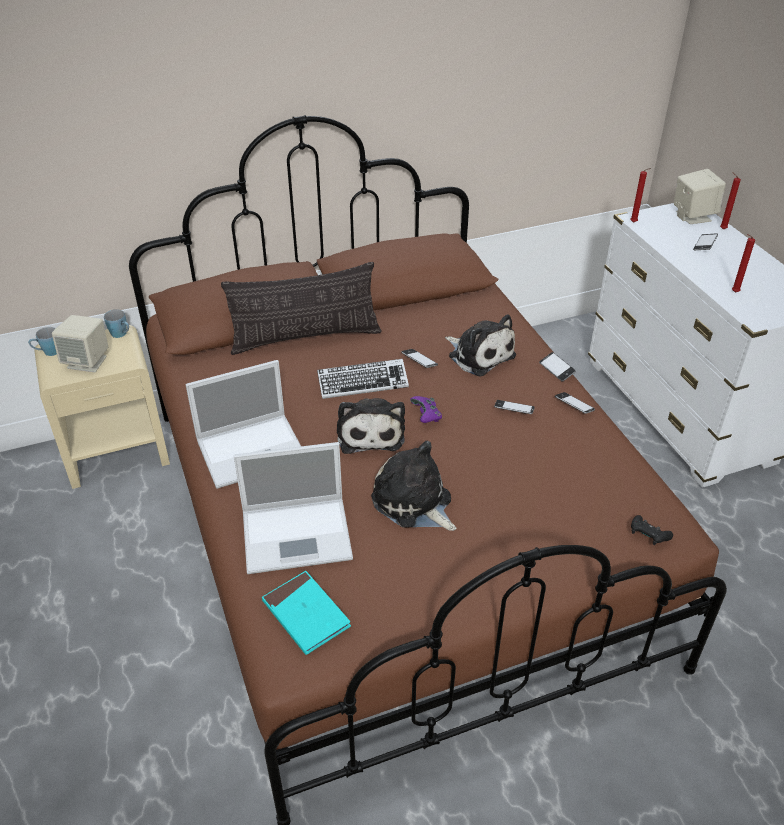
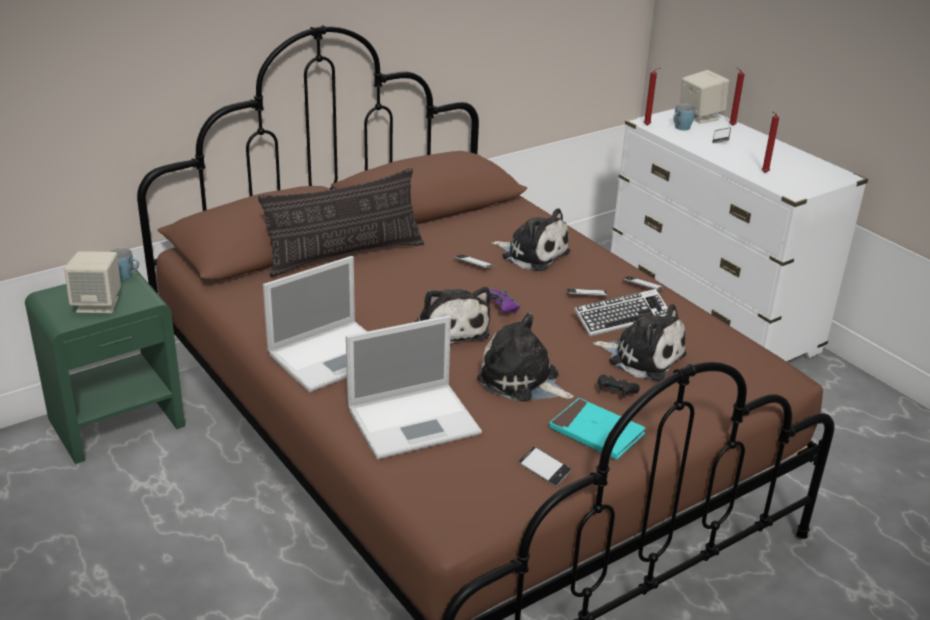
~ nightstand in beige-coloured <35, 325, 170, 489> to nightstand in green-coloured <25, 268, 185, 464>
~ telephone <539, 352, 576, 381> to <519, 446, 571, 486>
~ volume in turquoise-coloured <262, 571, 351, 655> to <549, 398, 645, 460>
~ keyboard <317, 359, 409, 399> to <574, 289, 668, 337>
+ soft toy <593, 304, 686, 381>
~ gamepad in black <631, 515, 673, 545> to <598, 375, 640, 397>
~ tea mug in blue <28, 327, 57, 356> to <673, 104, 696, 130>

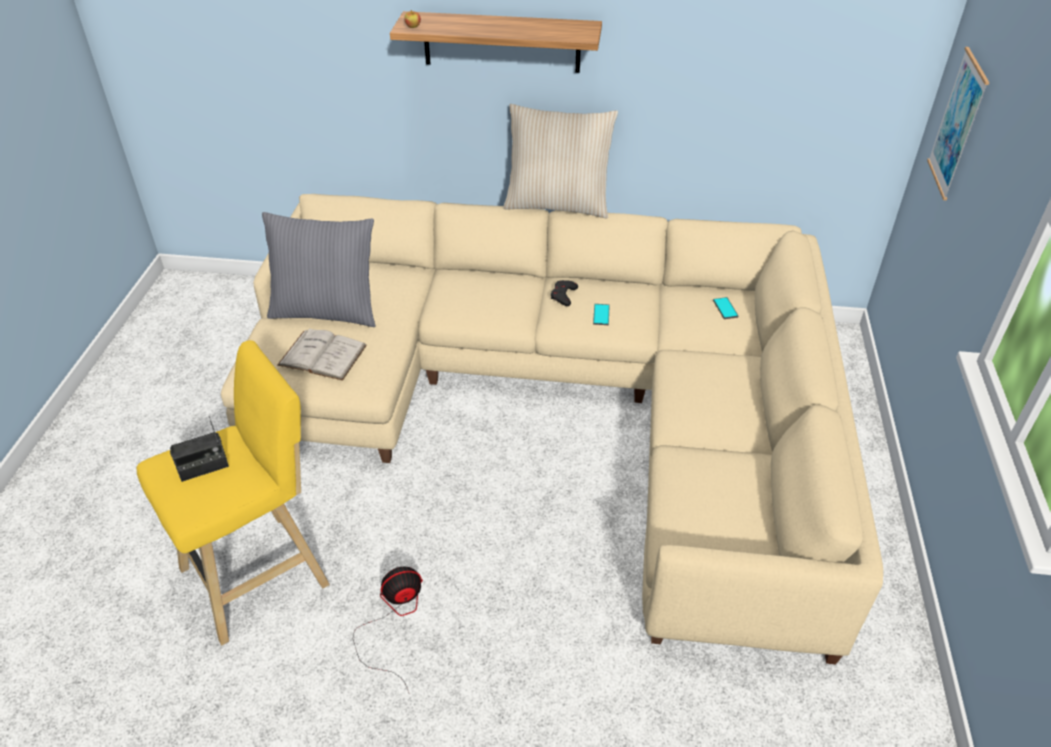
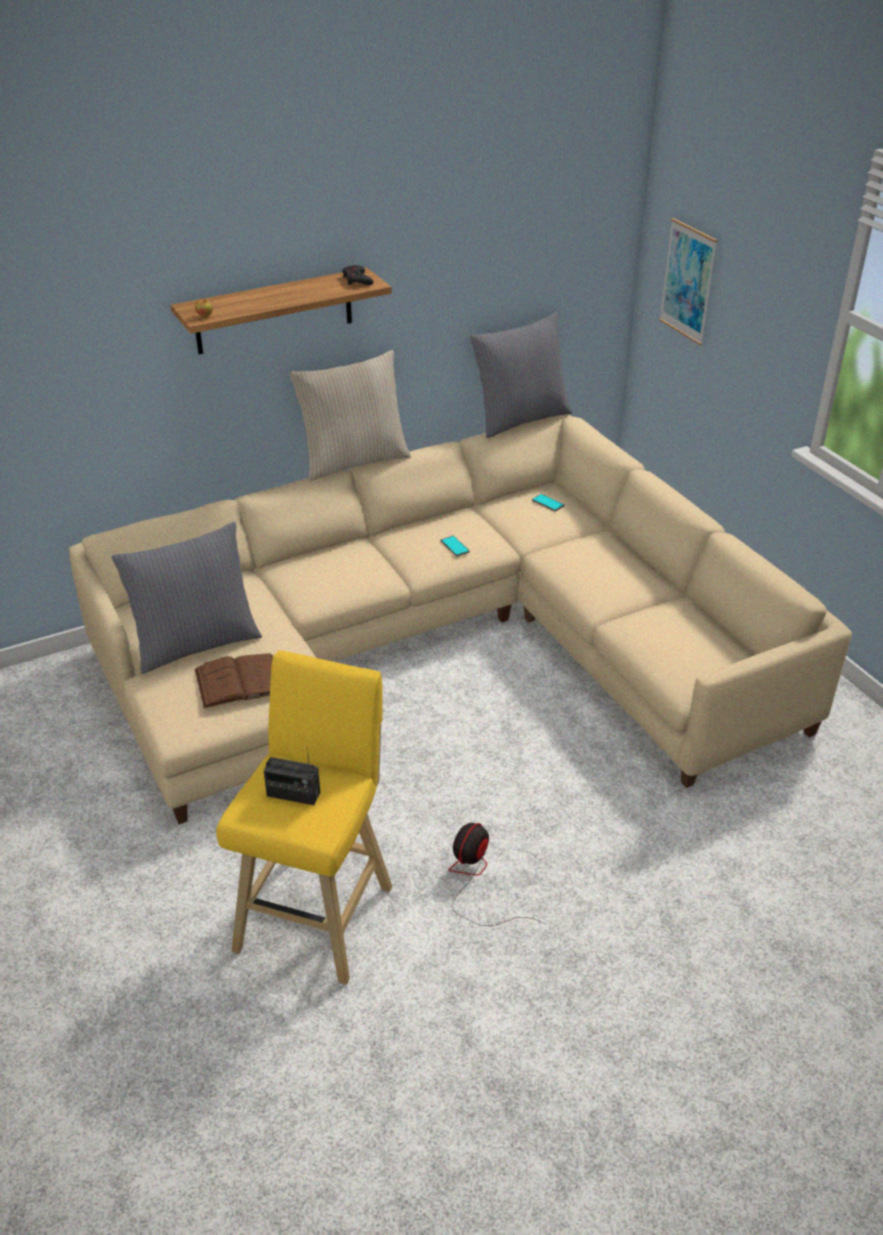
~ volume in white-coloured <277, 329, 367, 380> to volume in brownish <195, 653, 273, 708>
~ radio <170, 416, 229, 482> = <264, 747, 320, 805> 75 degrees clockwise
~ gamepad in black <551, 280, 578, 306> to <342, 265, 374, 285>
+ pillow in gray <470, 312, 572, 438>

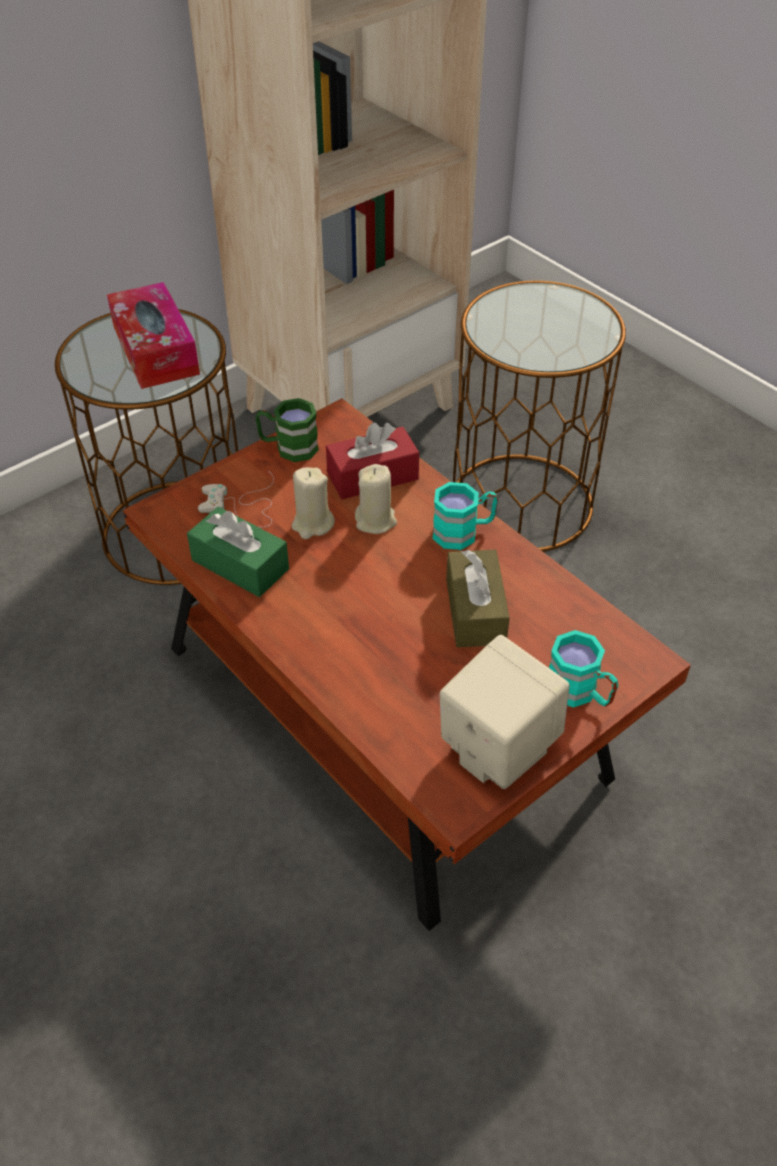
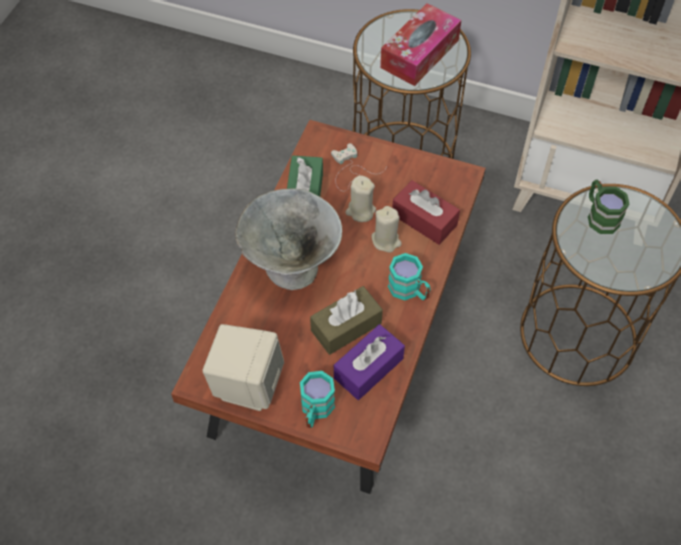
+ bowl in gray <235, 188, 342, 290>
+ tissue holder in purplish <334, 324, 405, 400>
~ tea mug in green-coloured <256, 398, 319, 462> to <588, 180, 629, 234>

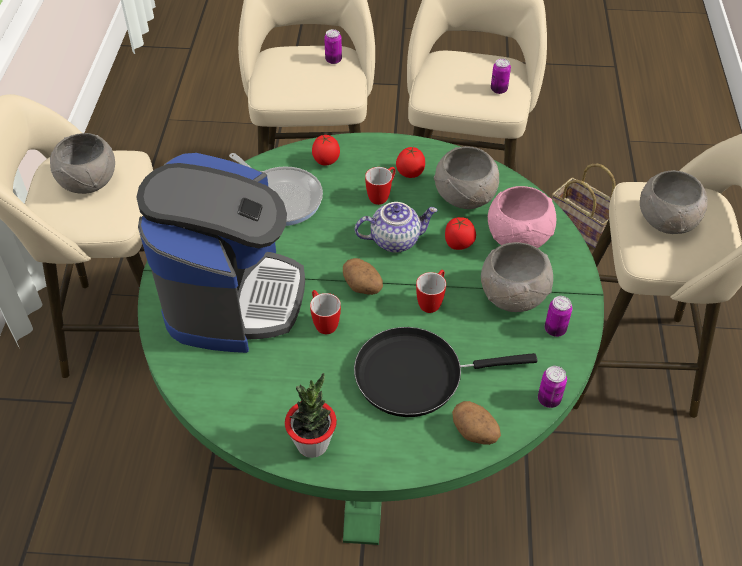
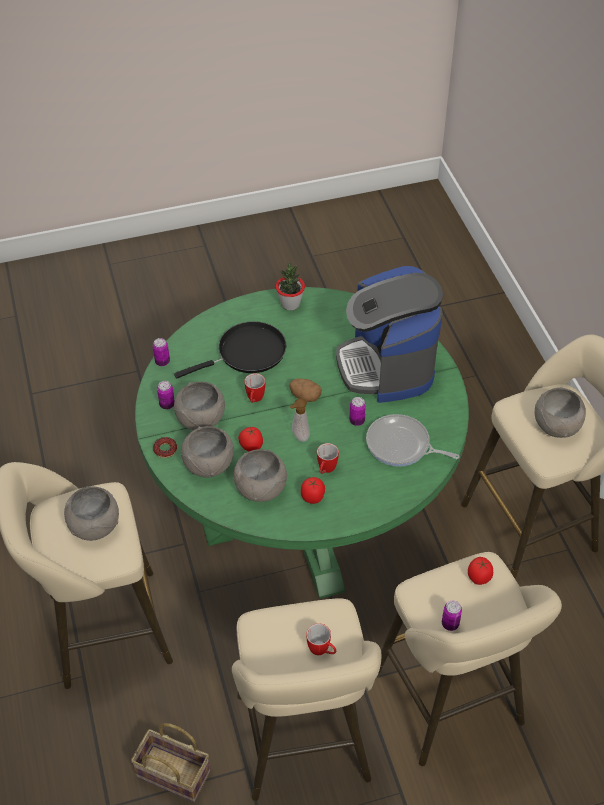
+ donut <153, 437, 177, 458>
~ bowl in pinkish <488, 186, 556, 248> to bowl in gray <181, 426, 234, 478>
~ tea pot <355, 202, 438, 253> to soap bottle <289, 398, 310, 442>
~ tea mug <310, 290, 341, 334> to <306, 623, 336, 655>
~ can <491, 58, 511, 94> to <349, 397, 366, 426>
~ tomato <312, 135, 340, 165> to <468, 557, 493, 585>
- spud <452, 401, 501, 445>

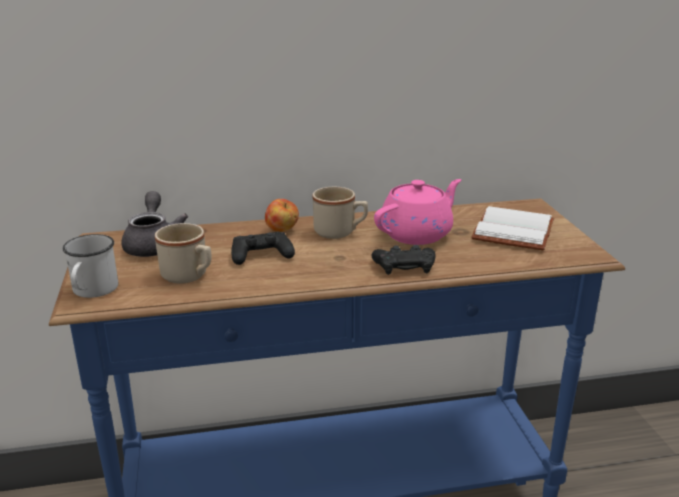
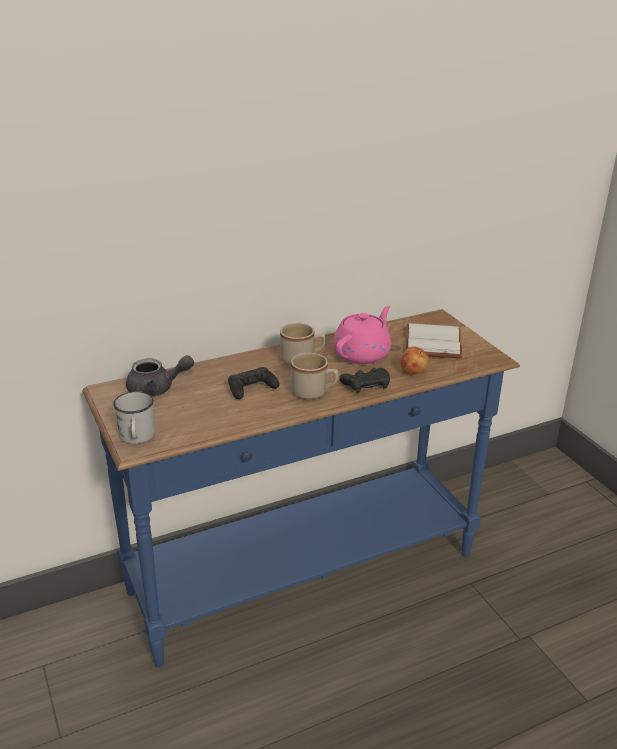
~ tea pot in gray <121, 191, 188, 257> = <126, 355, 194, 397> 105 degrees clockwise
~ tea mug in beige-coloured <155, 223, 211, 284> to <291, 353, 338, 400>
~ whole apple <265, 199, 299, 232> to <400, 346, 429, 375>

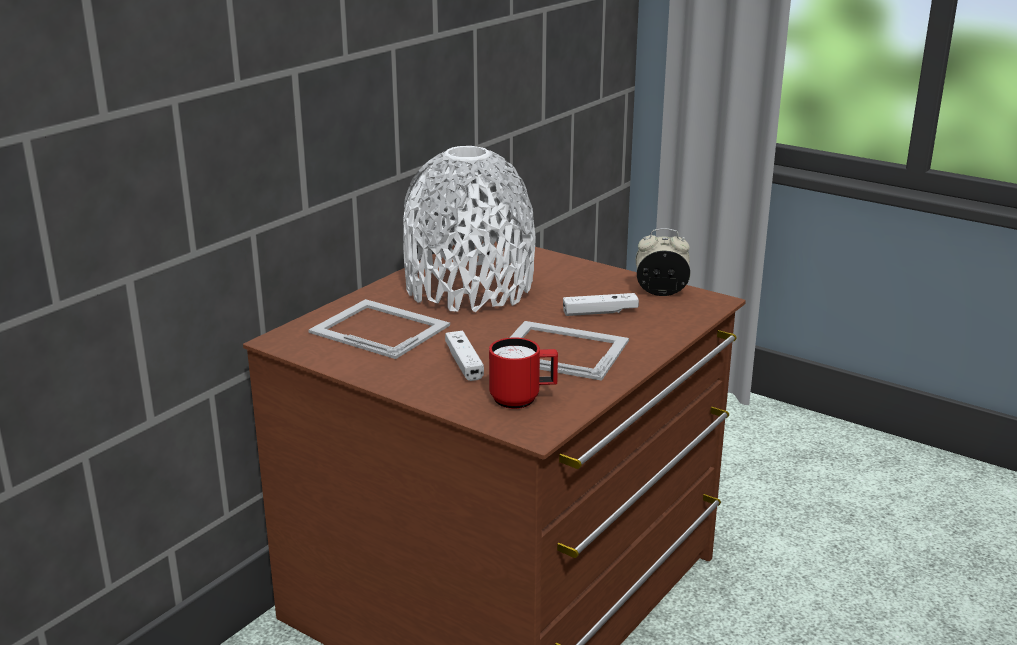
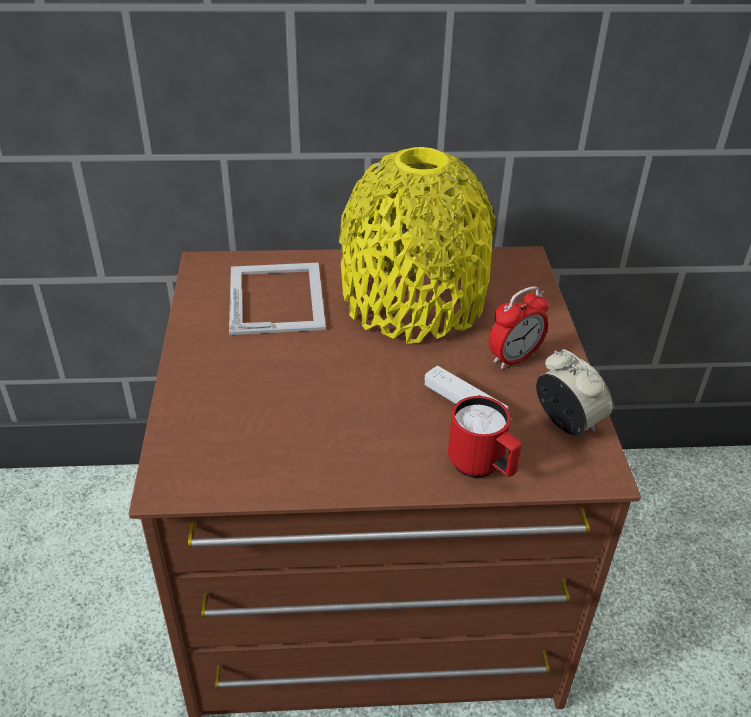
~ decorative vase in white-coloured <403, 146, 536, 312> to decorative vase in yellow-coloured <339, 147, 496, 344>
~ tea mug in red-coloured <489, 337, 558, 409> to <448, 396, 522, 478>
+ alarm clock <489, 286, 549, 369>
- gamepad in white-coloured <445, 331, 484, 381>
- standing frame <510, 321, 629, 381>

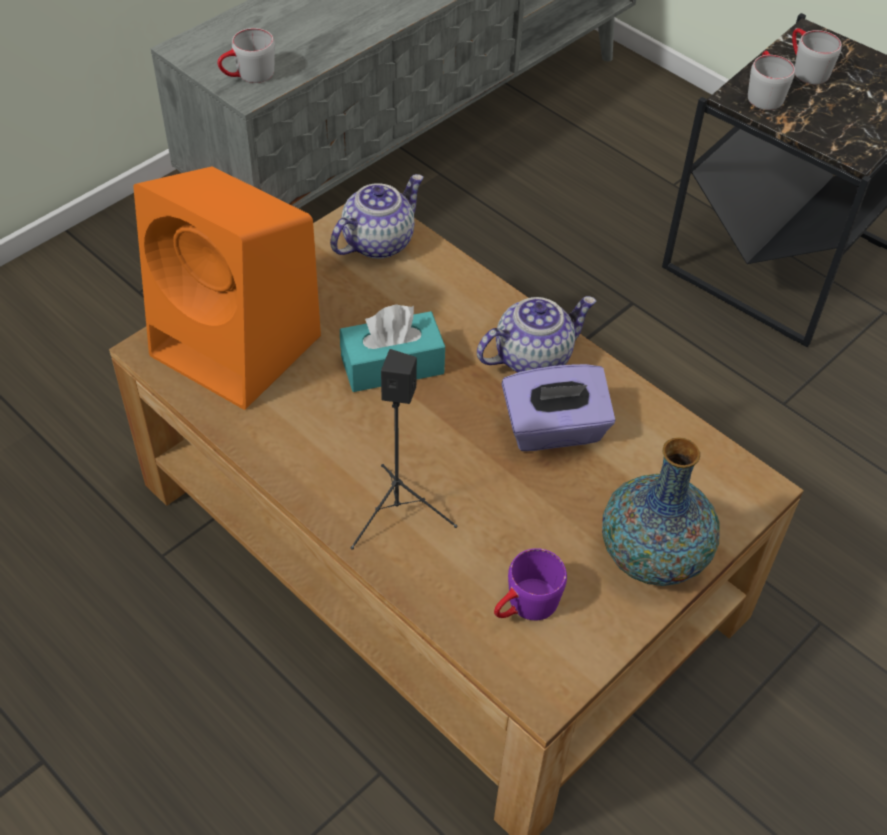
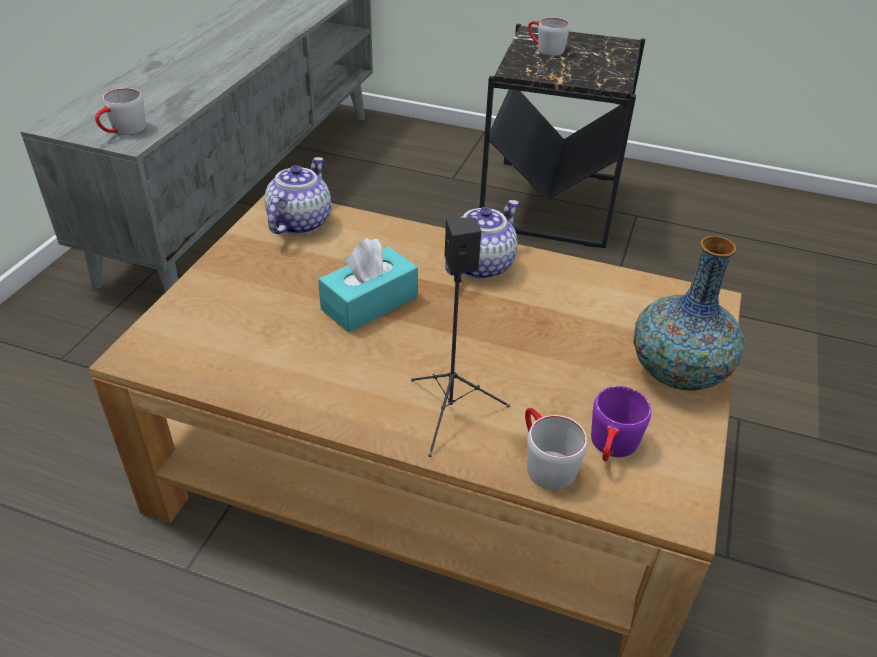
~ tea mug in gray <748, 51, 795, 110> to <525, 408, 587, 490>
- loudspeaker in orangey <133, 167, 321, 410>
- tissue holder in purplish <502, 364, 615, 451>

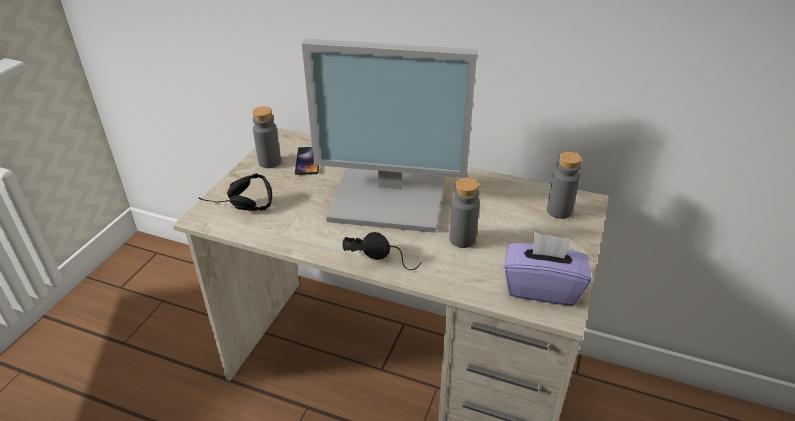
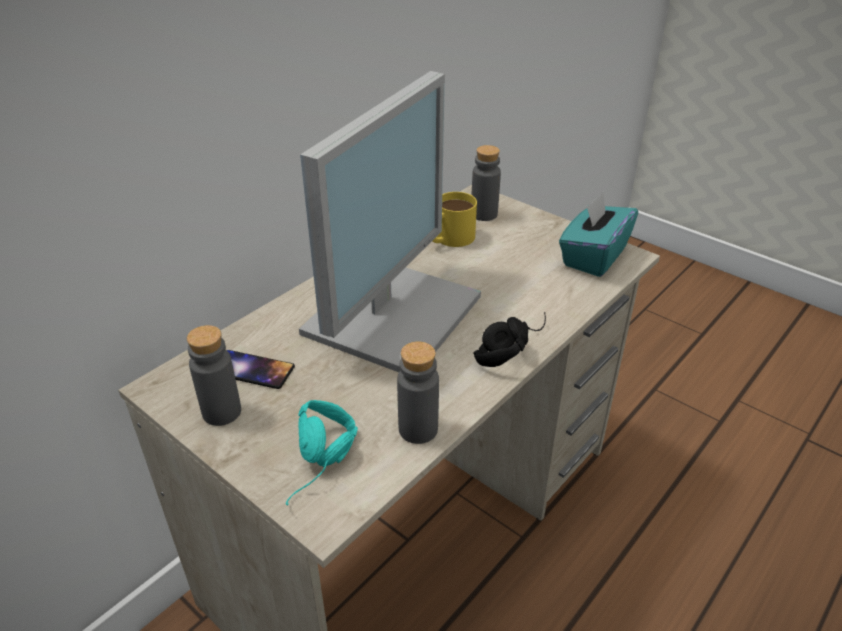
~ pair of headphones in black <198, 173, 272, 211> to pair of headphones in turquoise-coloured <286, 400, 358, 505>
~ beverage bottle in gray <450, 178, 480, 248> to <397, 341, 439, 444>
+ tea mug in yellow-coloured <432, 192, 477, 247>
~ tissue holder in purplish <504, 232, 591, 306> to tissue holder in turquoise-coloured <559, 192, 638, 277>

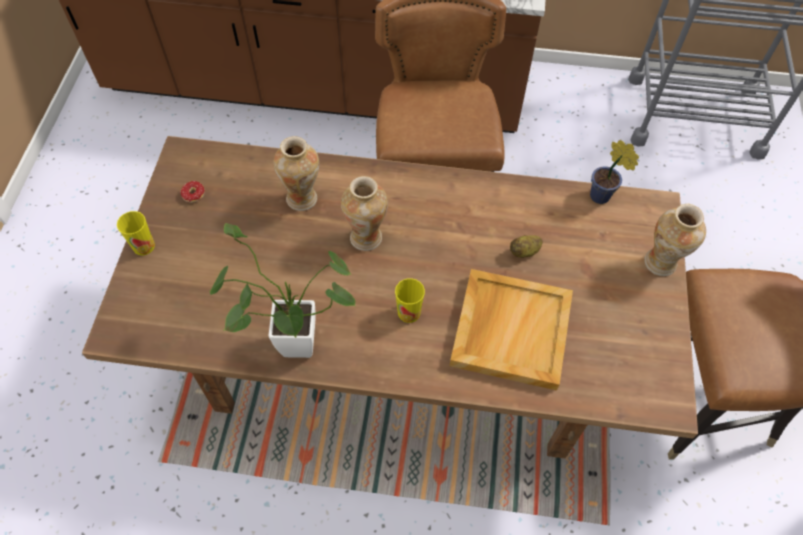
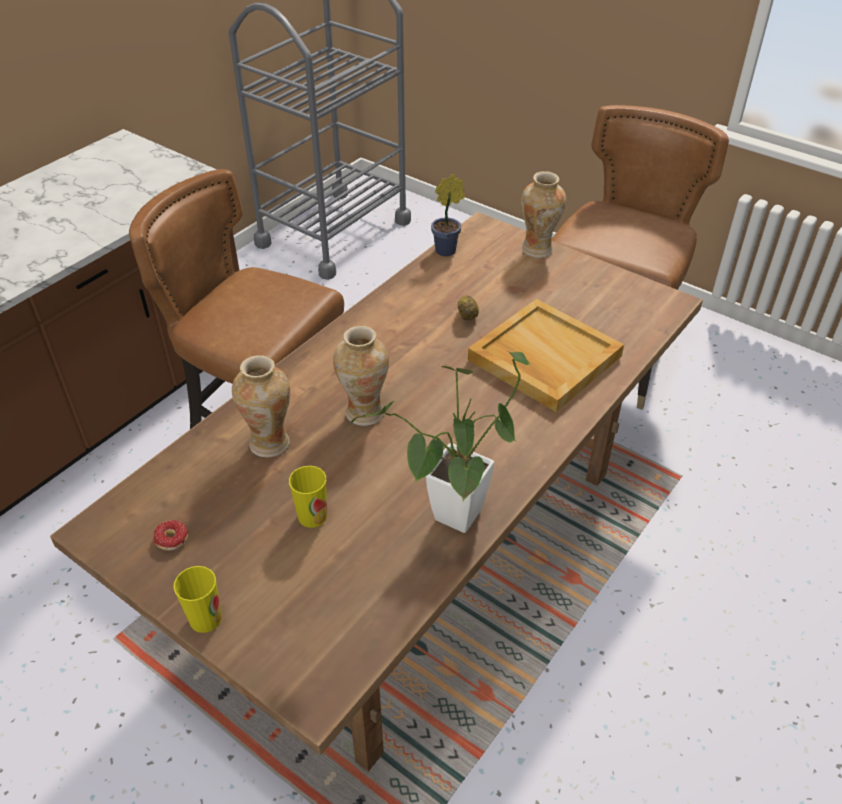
~ cup <395, 278, 425, 323> to <289, 466, 327, 528>

